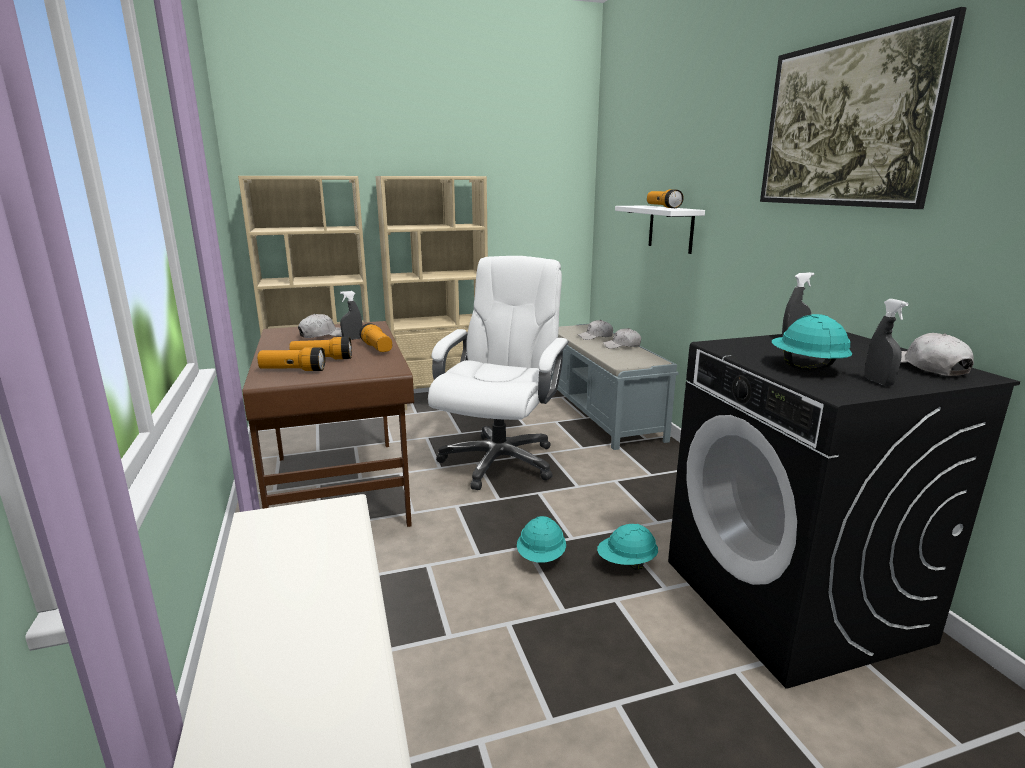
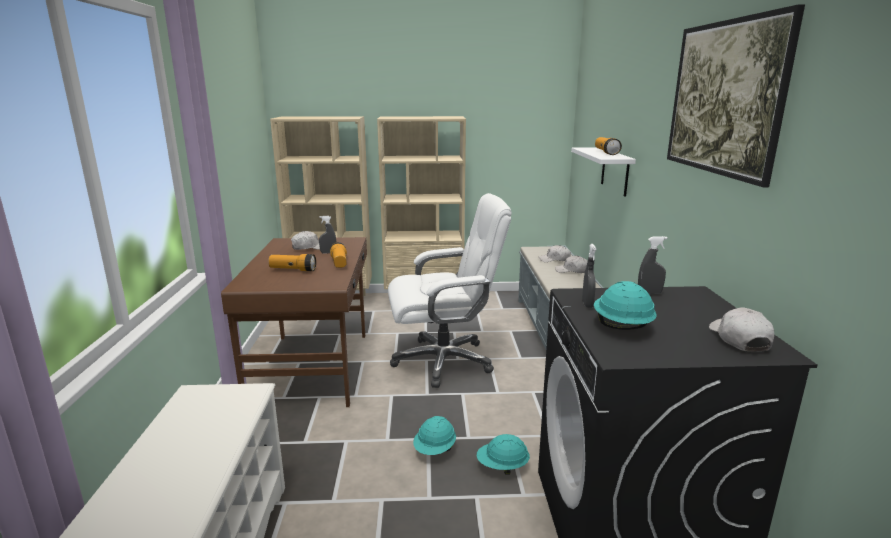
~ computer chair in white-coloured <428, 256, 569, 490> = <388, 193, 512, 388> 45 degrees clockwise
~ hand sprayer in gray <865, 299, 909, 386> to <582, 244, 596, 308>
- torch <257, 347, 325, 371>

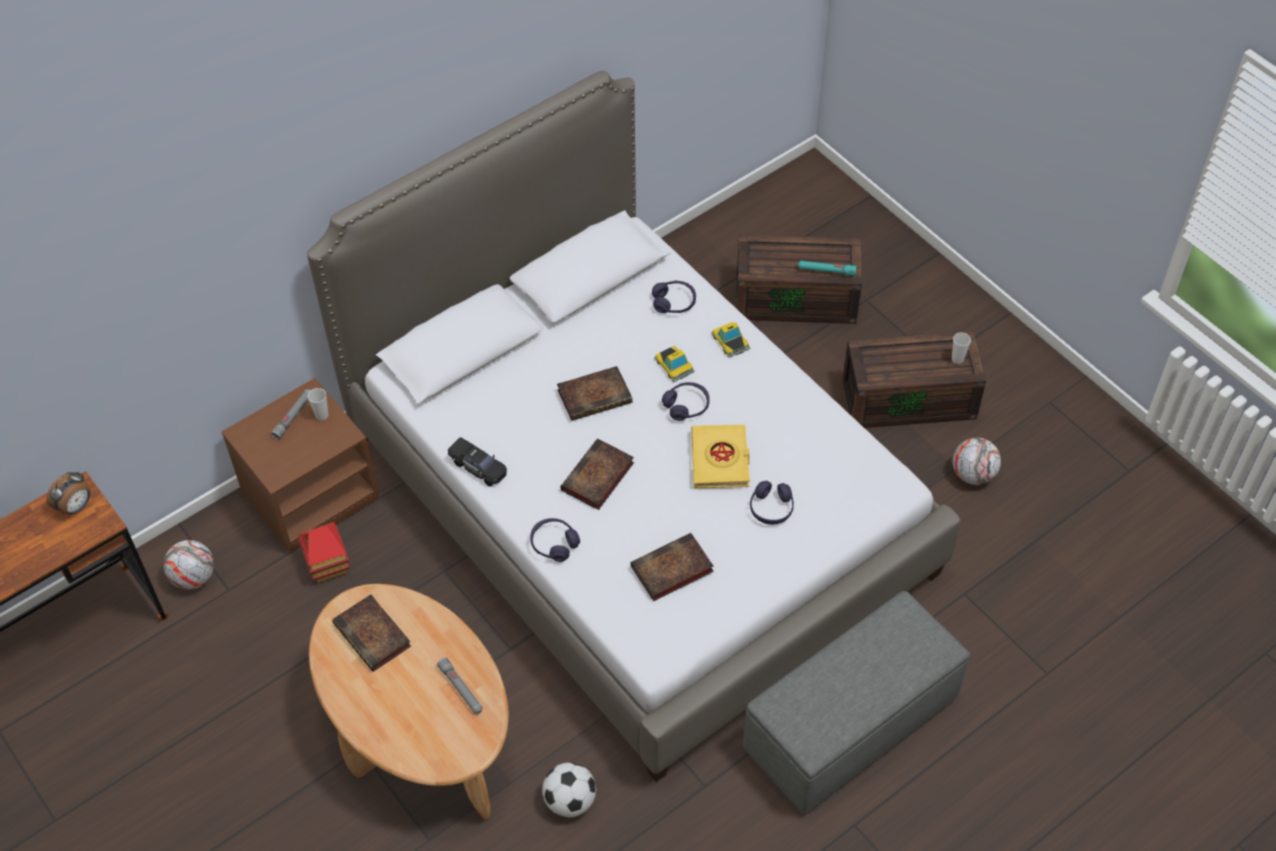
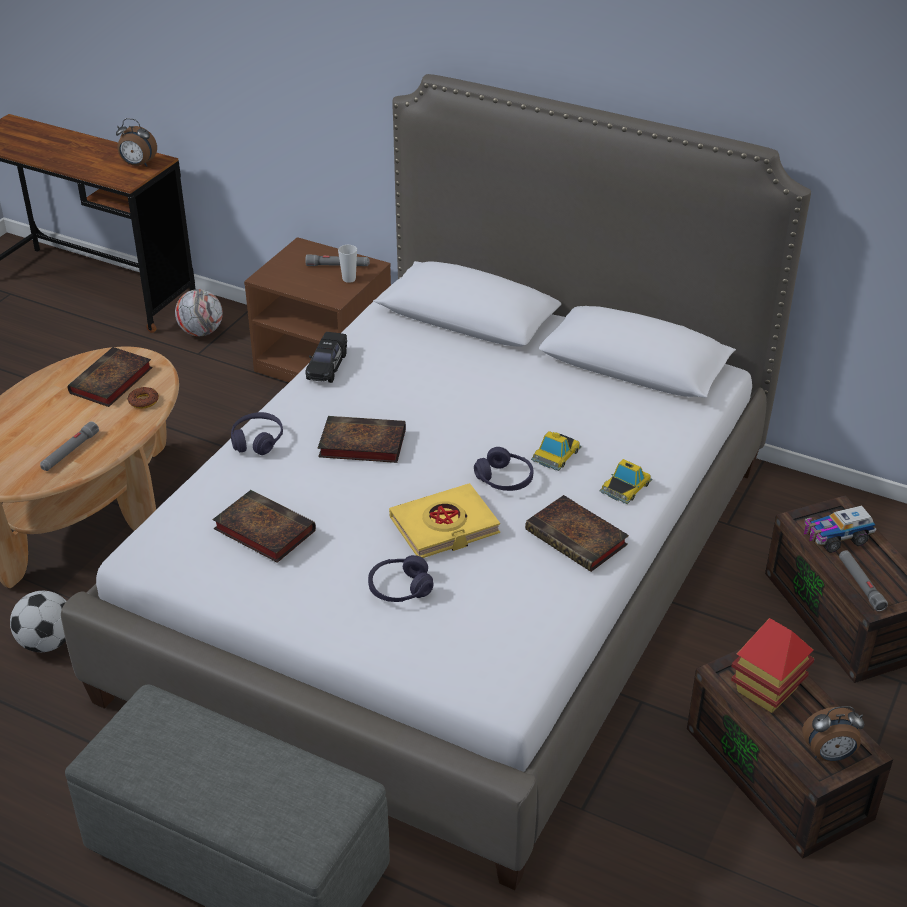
+ donut <128, 387, 159, 409>
~ volume <557, 366, 632, 421> to <525, 495, 629, 572>
~ toy house <298, 522, 350, 582> to <731, 618, 815, 713>
~ cup <952, 332, 971, 364> to alarm clock <802, 706, 864, 762>
+ toy lorry <804, 505, 876, 553>
~ torch in turquoise-coloured <798, 261, 857, 276> to torch in gray <839, 550, 888, 612>
- pair of headphones in purplish <652, 280, 696, 313>
- football <953, 438, 1001, 485>

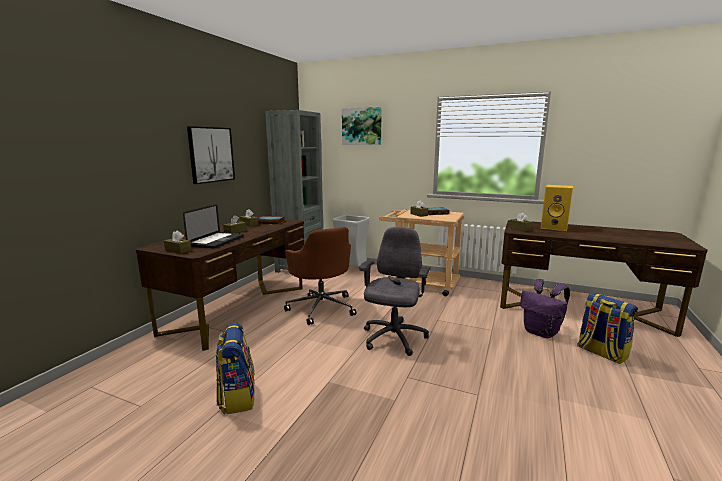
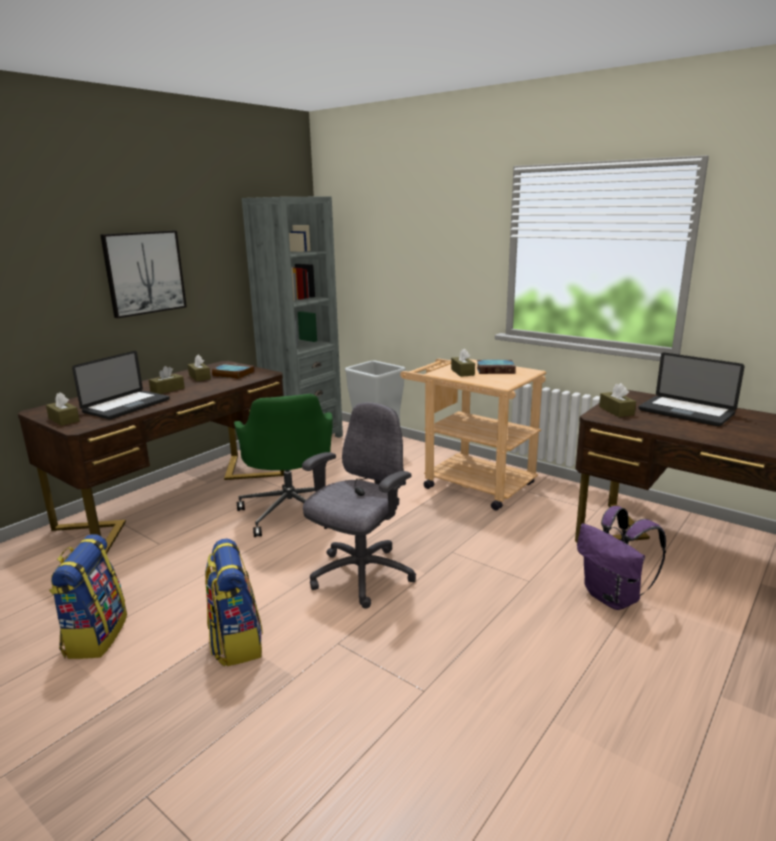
~ backpack <578, 292, 638, 364> to <205, 538, 263, 667>
~ computer chair in brownish <284, 227, 356, 325> to computer chair in green-coloured <234, 394, 333, 537>
~ loudspeaker in yellow-coloured <540, 185, 573, 231> to laptop <639, 353, 745, 426>
- wall art <342, 107, 382, 145>

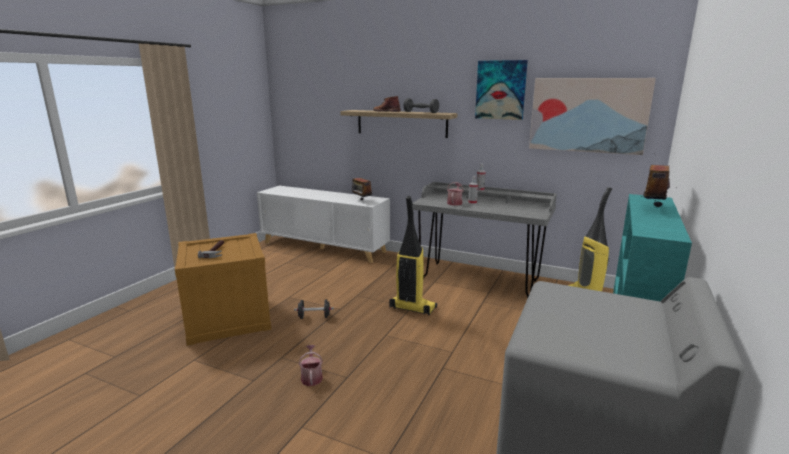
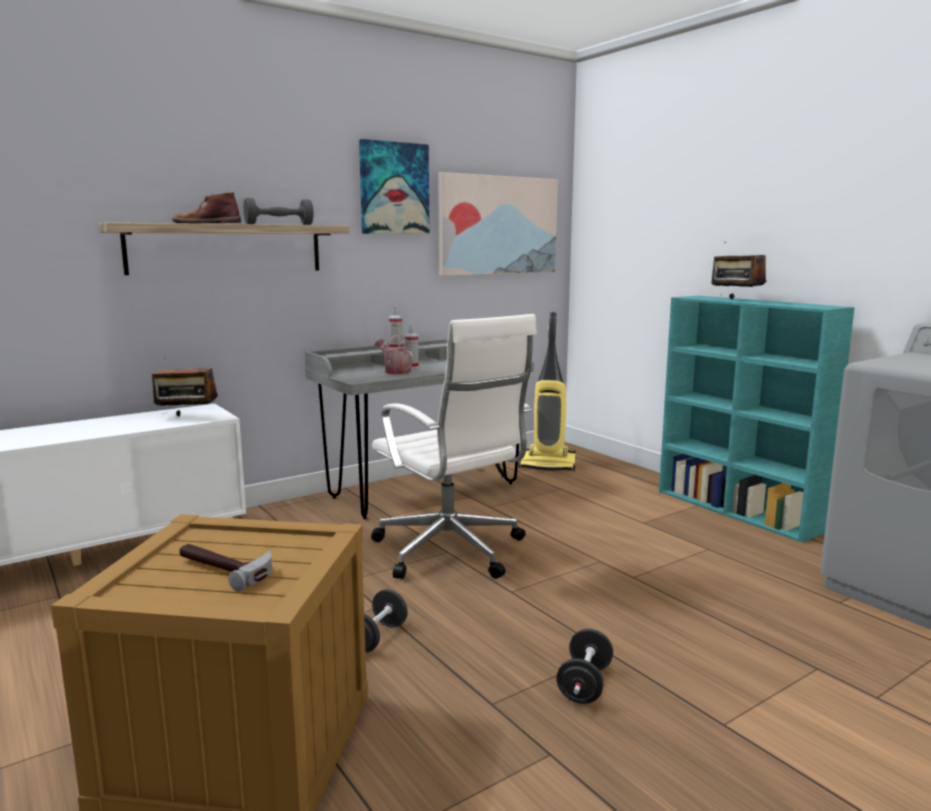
~ hoover <389, 196, 437, 316> to computer chair in white-coloured <371, 314, 537, 579>
~ watering pot <299, 345, 323, 386> to dumbbell in black <556, 629, 613, 704>

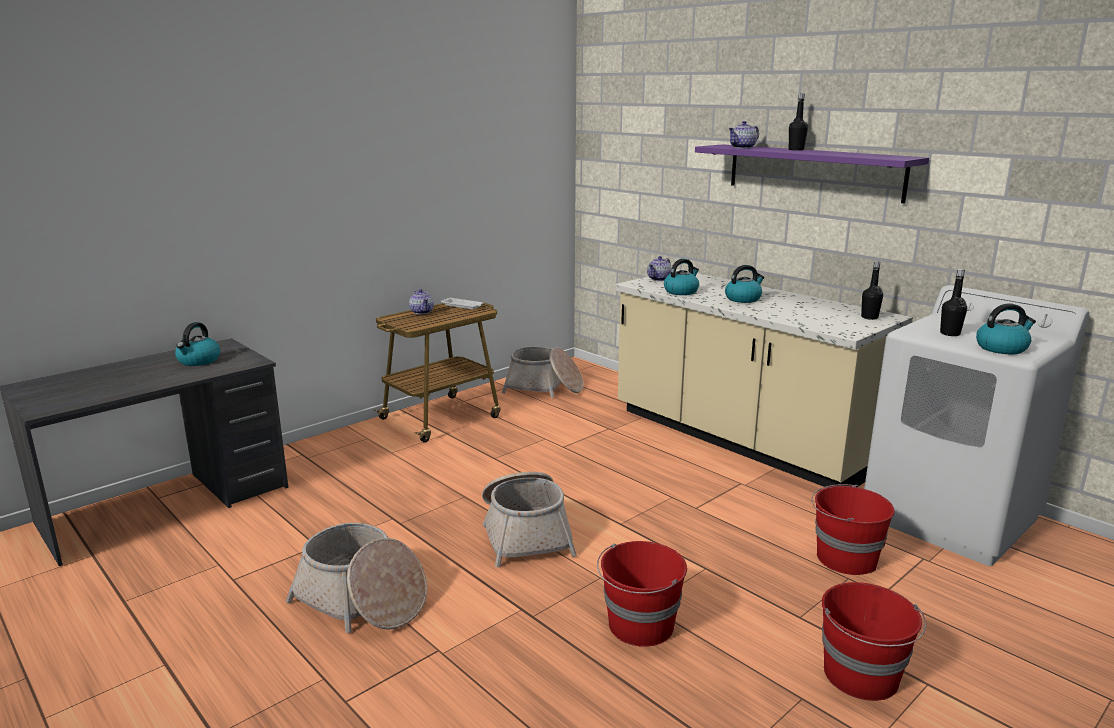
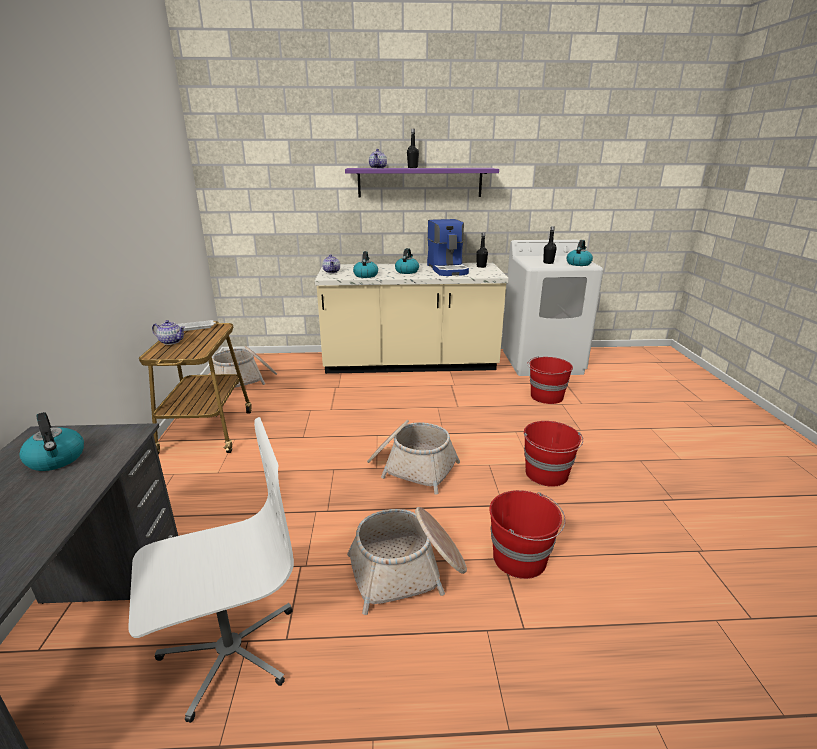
+ computer chair in white-coloured <128, 417, 294, 723>
+ coffee brewer <427, 219, 469, 276>
~ pail in red-coloured <822, 582, 926, 701> to <489, 490, 566, 579>

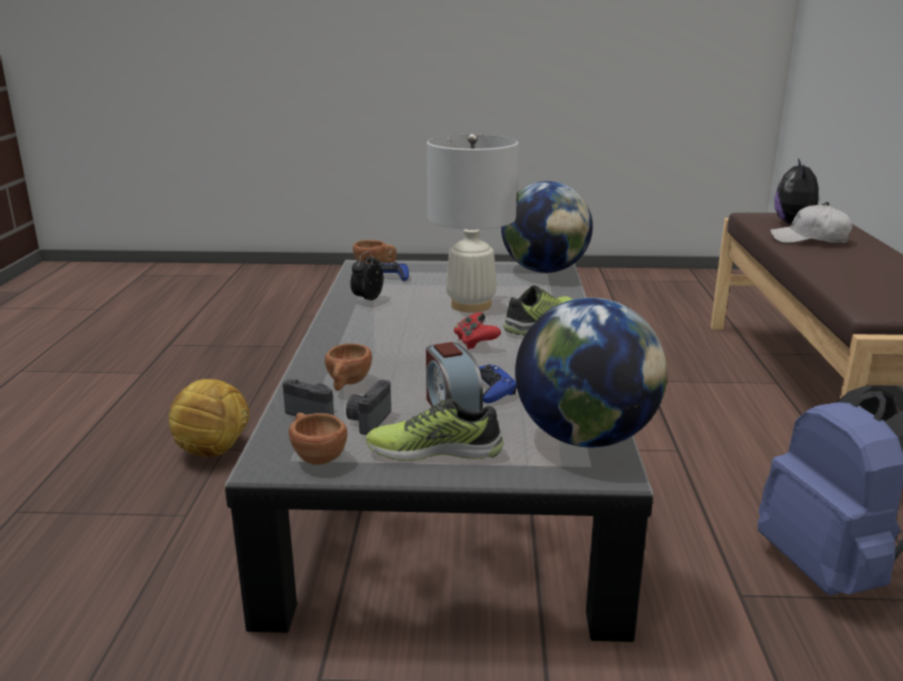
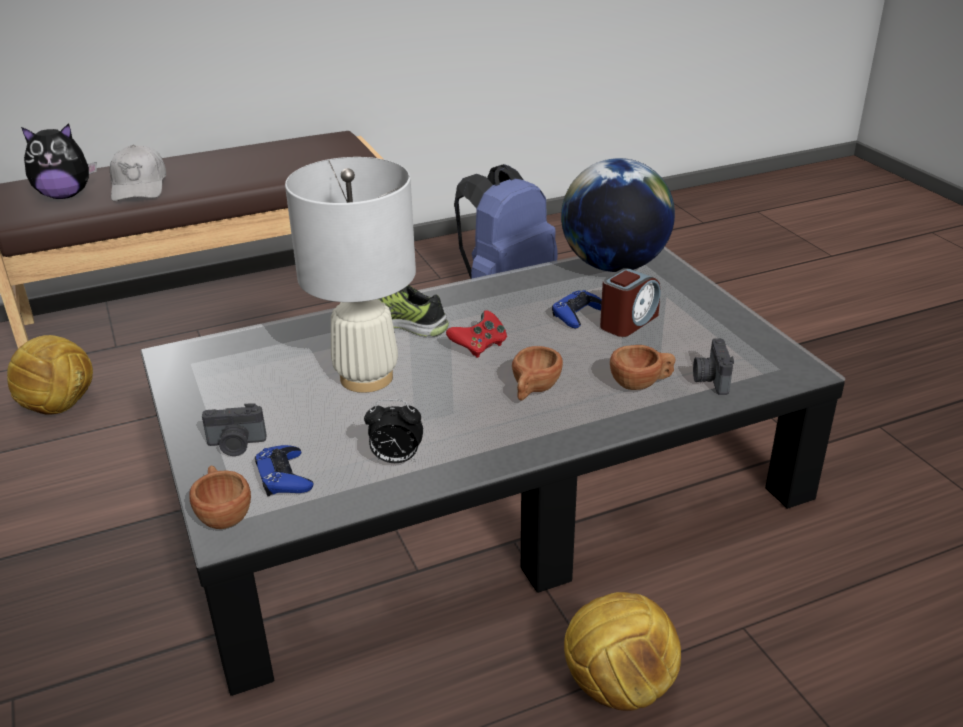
+ football <7, 335, 93, 415>
~ photo camera <346, 380, 391, 435> to <202, 404, 267, 456>
~ cup in brownish <289, 413, 347, 465> to <512, 346, 563, 401>
- low shoe <366, 398, 504, 461>
- world globe <501, 181, 593, 273>

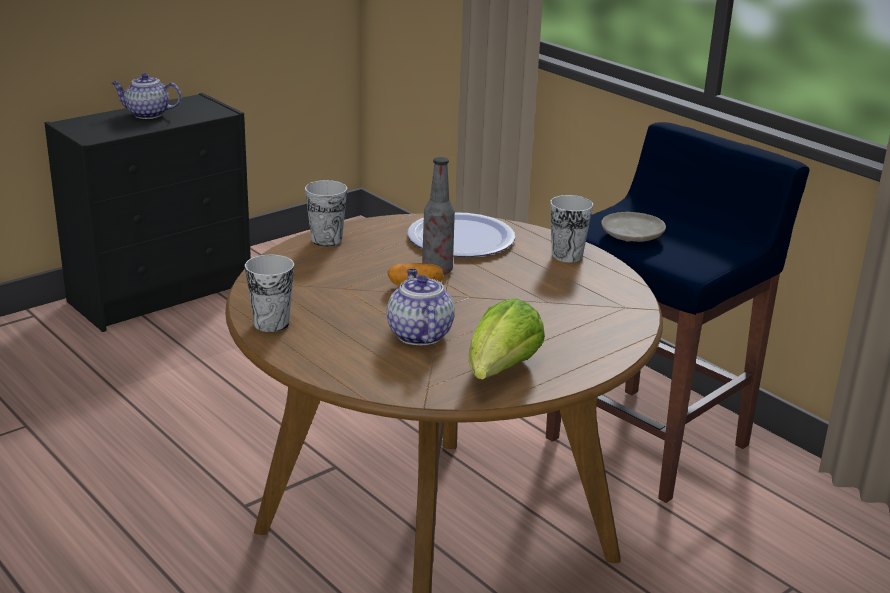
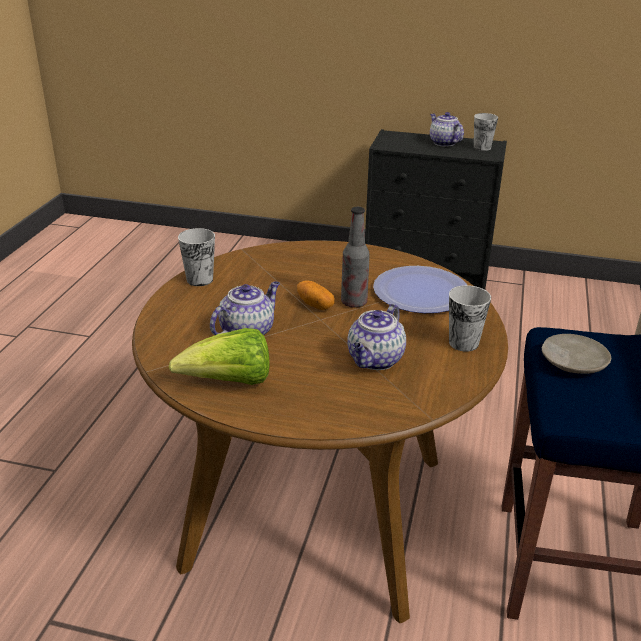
+ tea pot <347, 304, 406, 370>
~ cup <305, 180, 347, 247> to <474, 113, 498, 151>

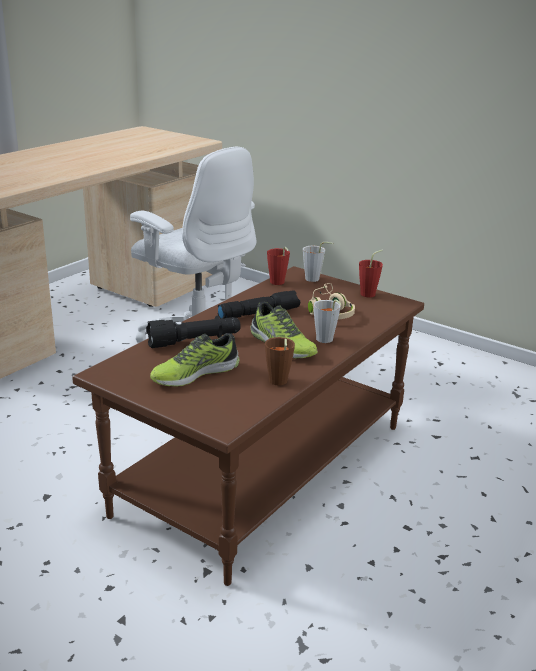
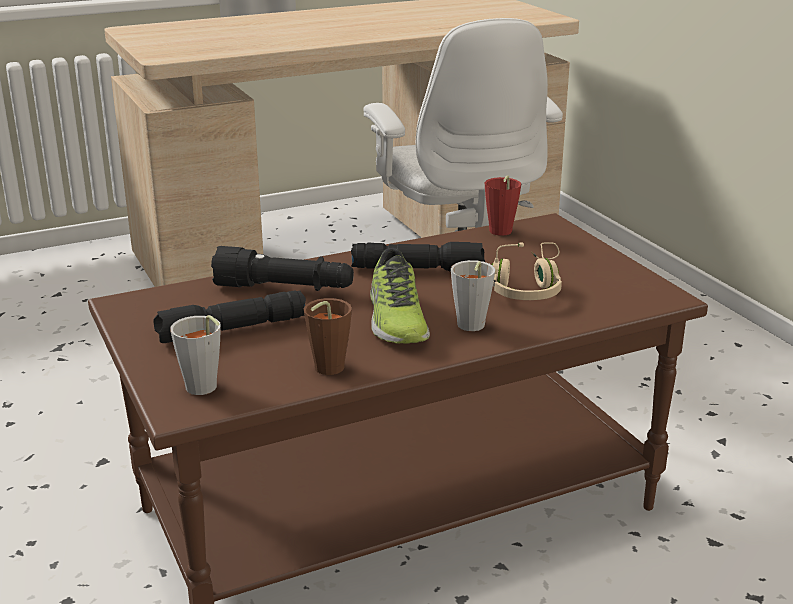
~ low shoe <150, 333, 240, 387> to torch in black <153, 291, 306, 343>
~ cup in gray <303, 242, 334, 282> to <170, 315, 221, 395>
- cup in red-coloured <359, 250, 383, 297>

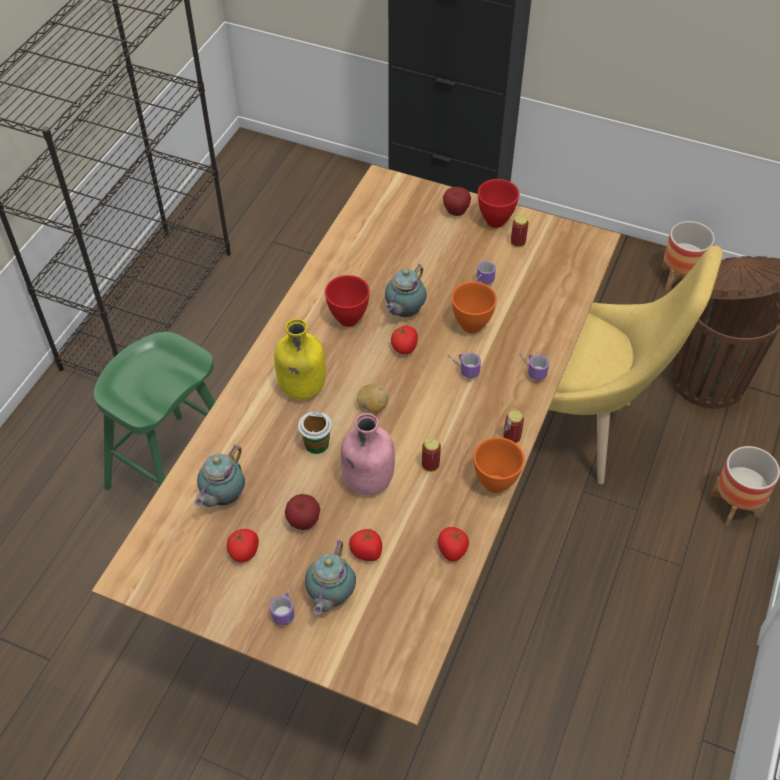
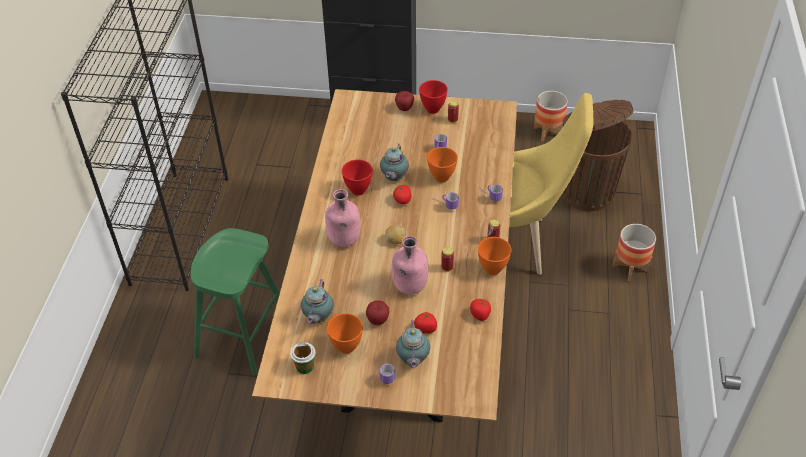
~ cup <298, 411, 332, 454> to <290, 342, 315, 374>
~ beverage bottle in yellow-coloured <274, 319, 326, 399> to beverage bottle in pinkish <325, 189, 360, 247>
~ tomato <227, 529, 259, 562> to bowl in orangey <327, 313, 363, 354>

